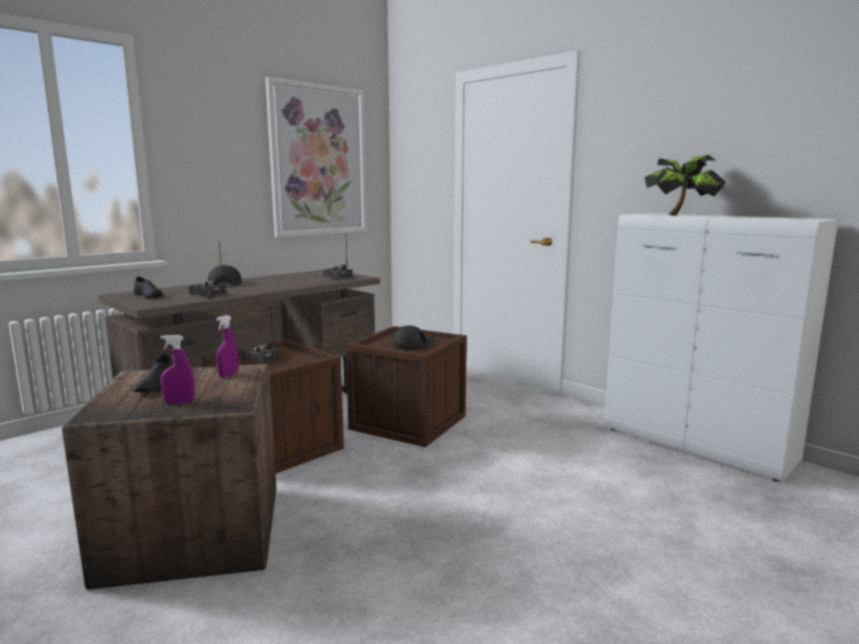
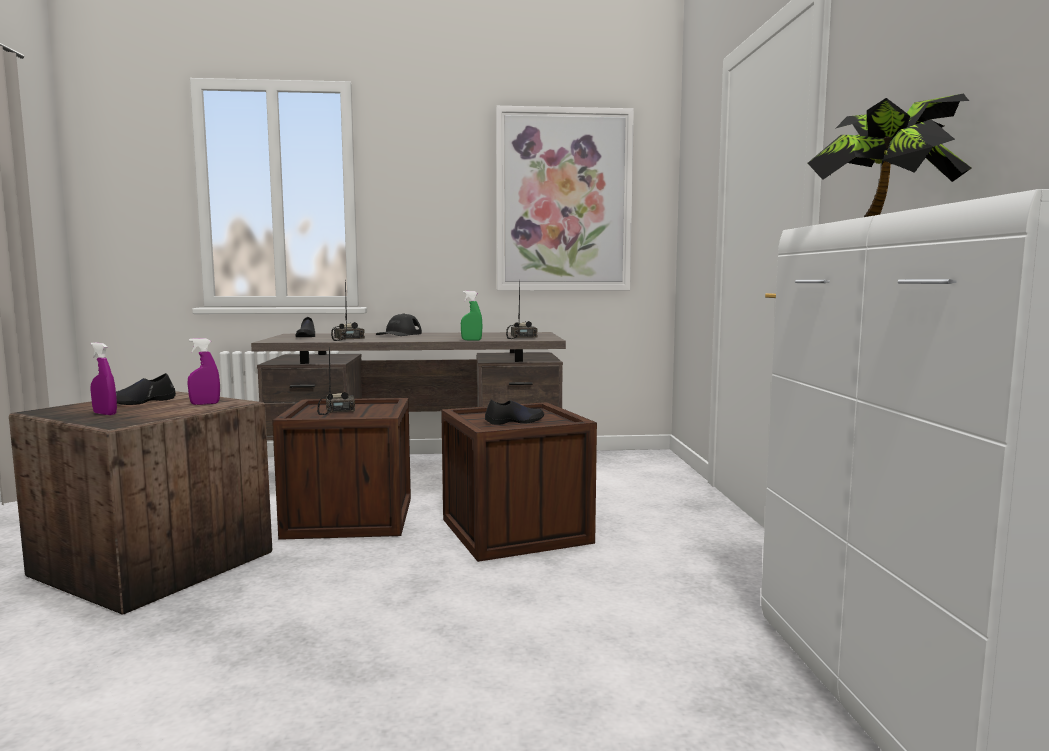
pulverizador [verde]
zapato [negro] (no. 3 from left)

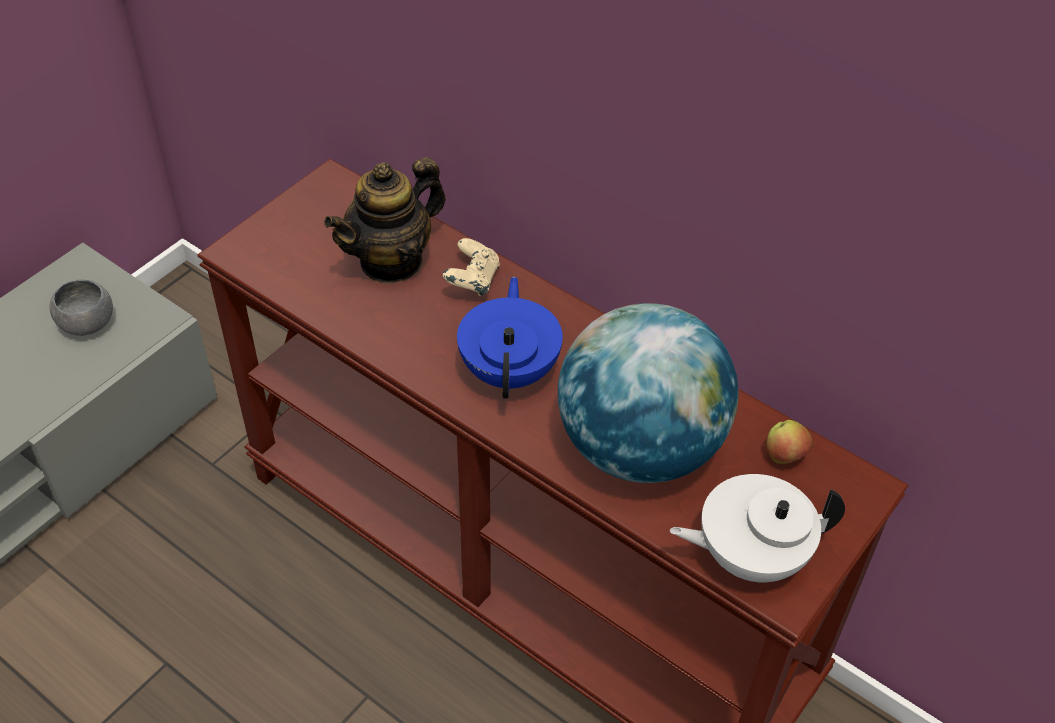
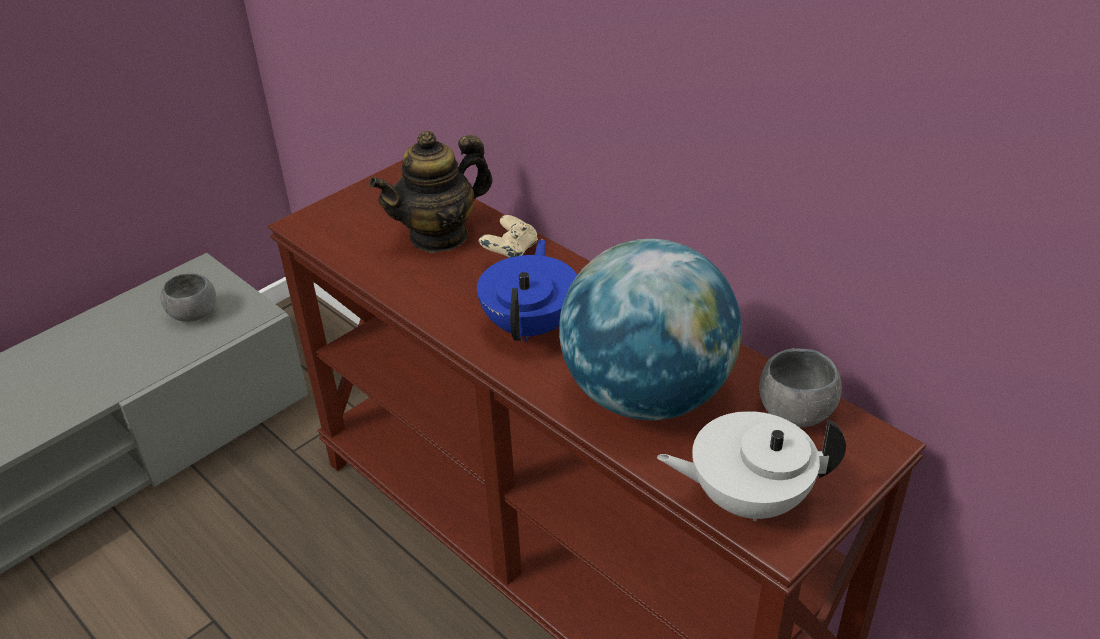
cuenco [gris] (no. 2 from left)

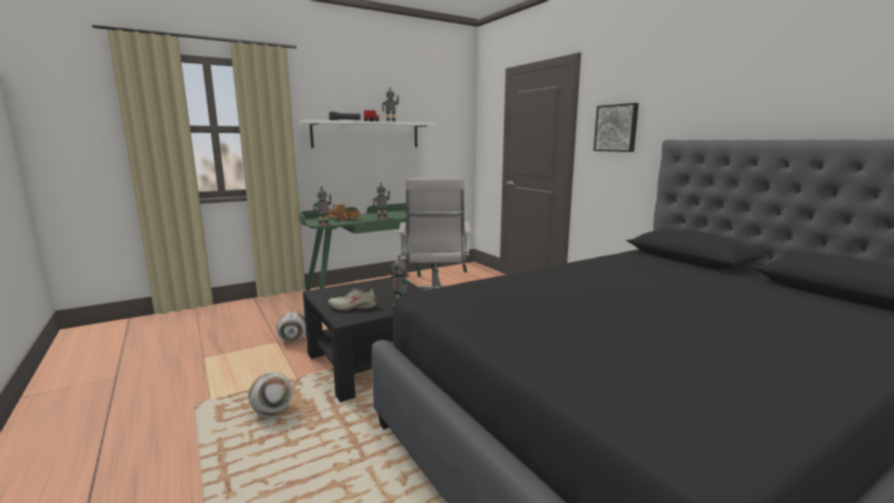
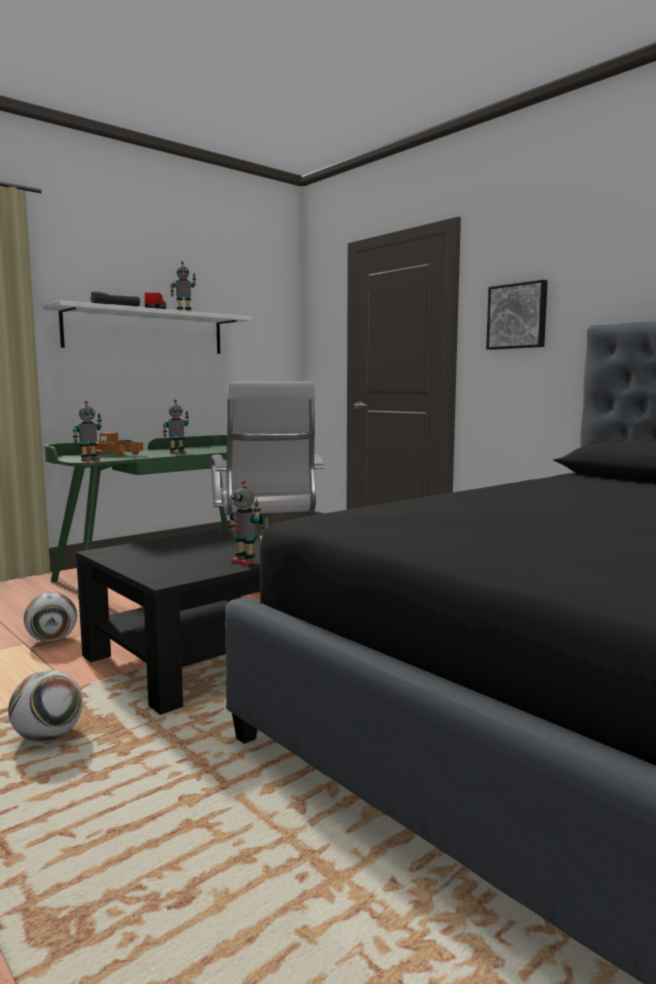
zapato [beis]

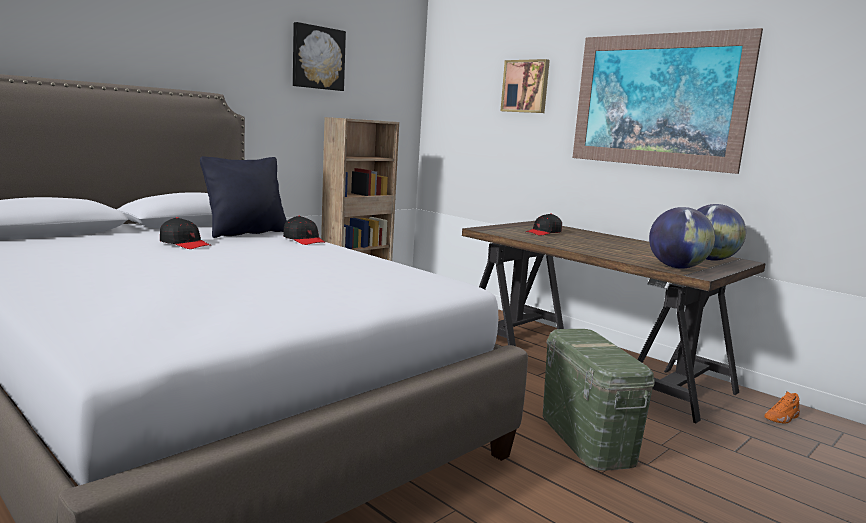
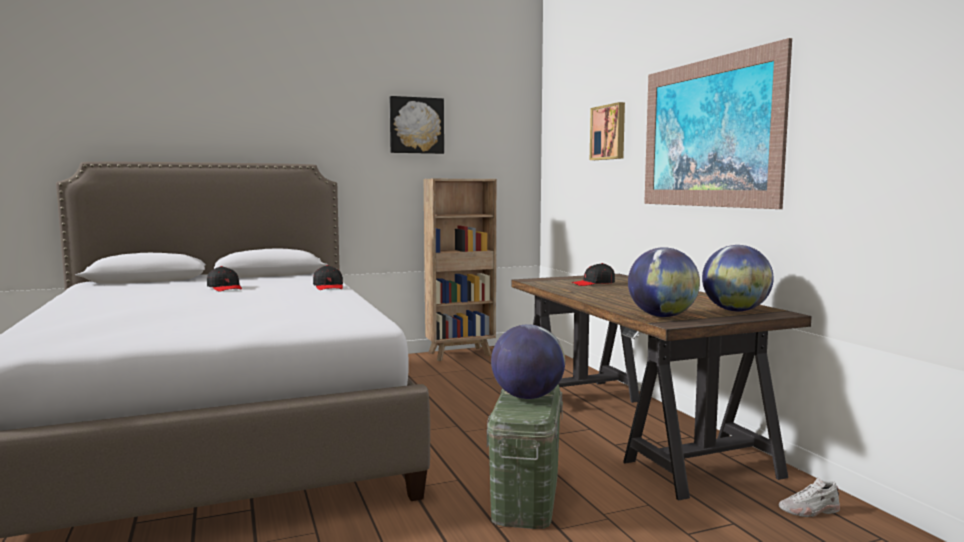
globo terráqueo (no. 1 from left)
zapato [blanco]
cojín [negro]

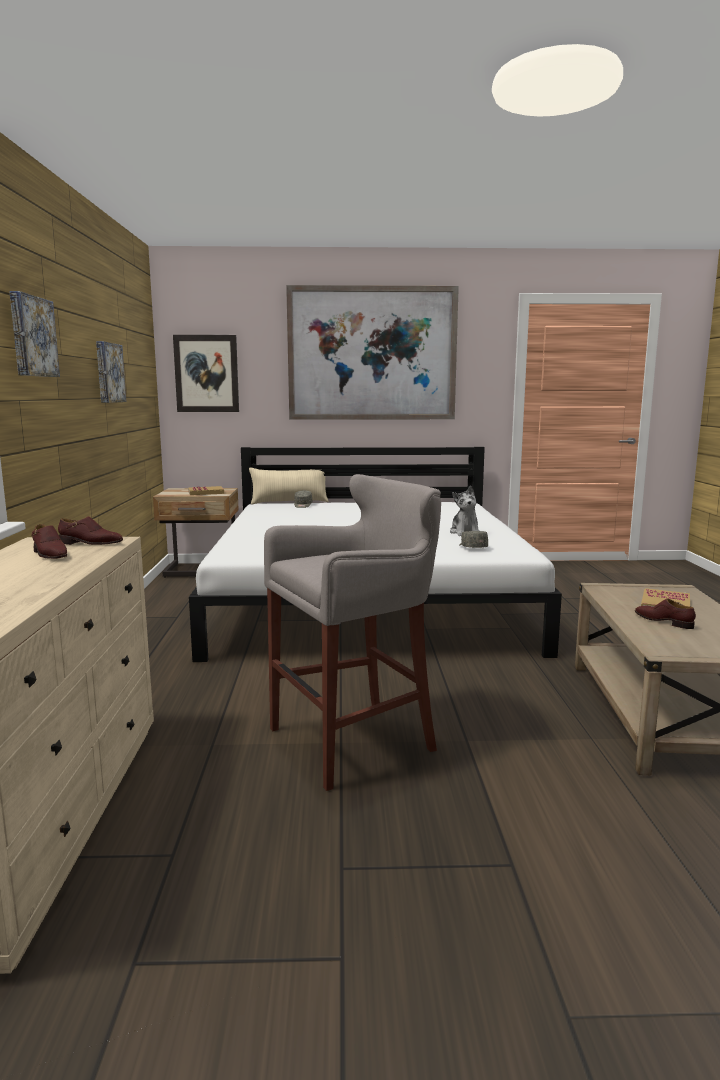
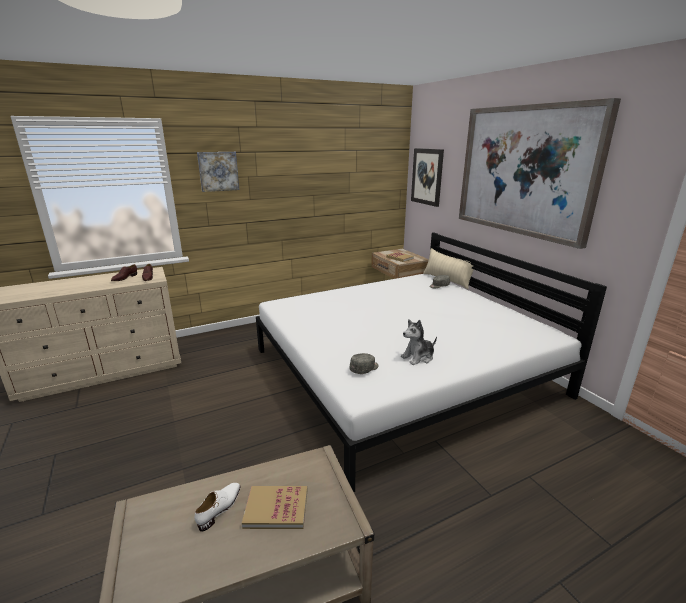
zapato [blanco]
cuadro (no. 2 from left in the first image)
taburete [gris]

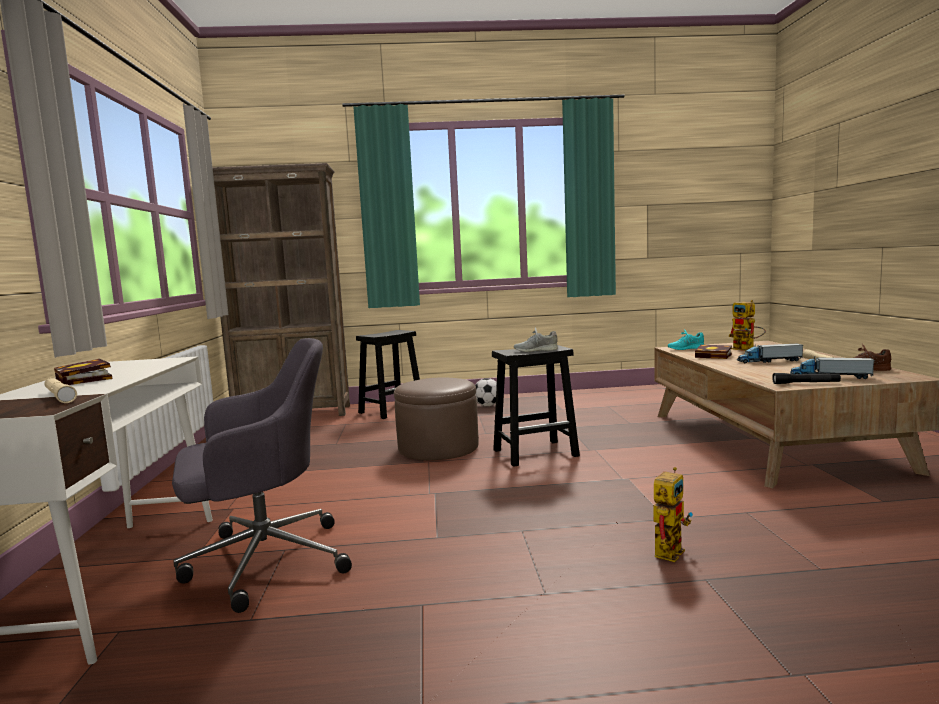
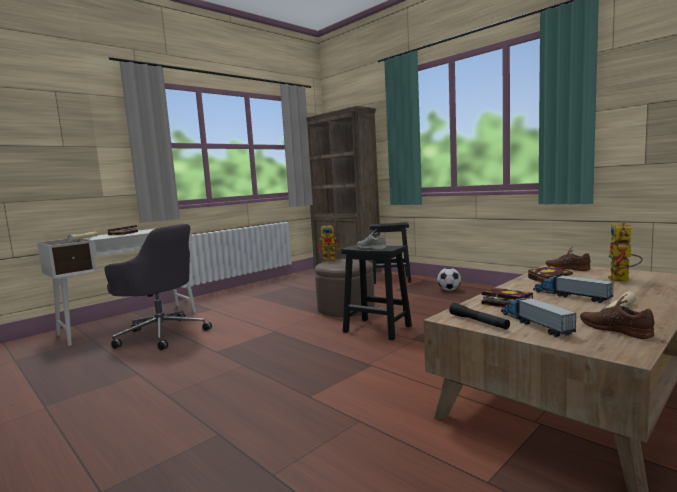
robot de juguete (no. 1 from left)
libro (no. 2 from left)
zapato [marrón] (no. 1 from left)

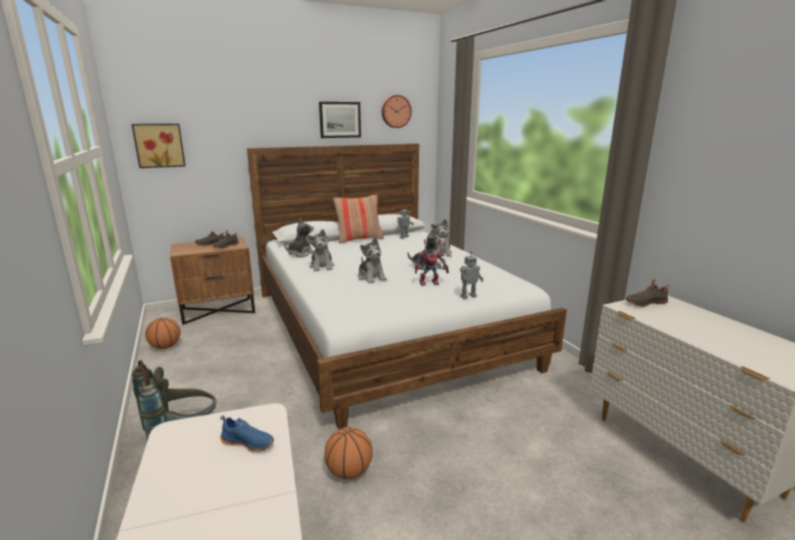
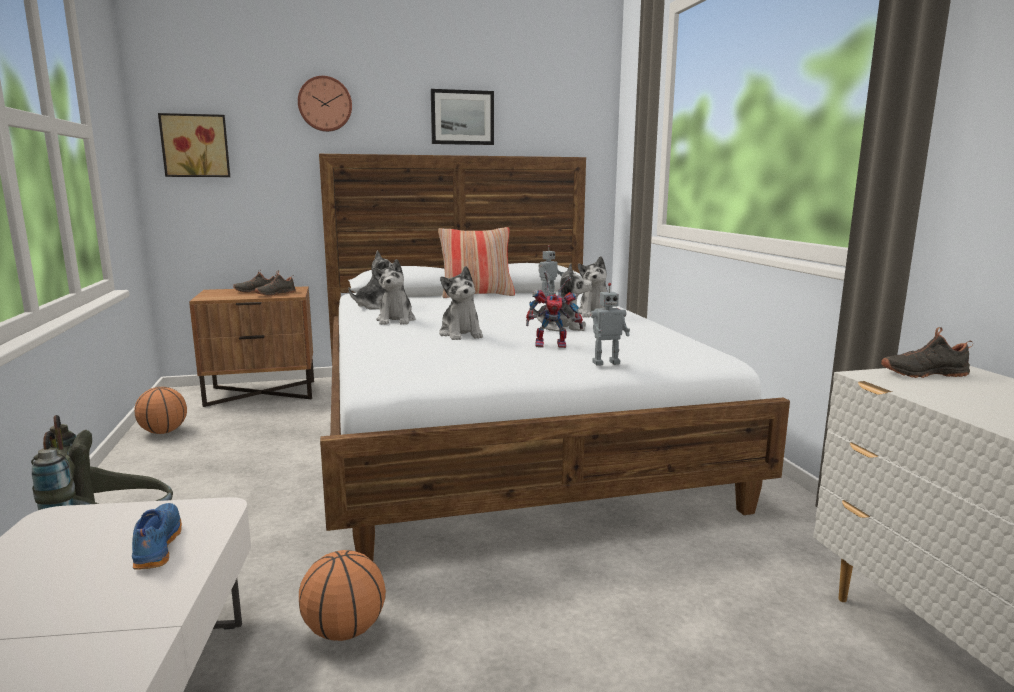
zapato [azul]
reloj de pared

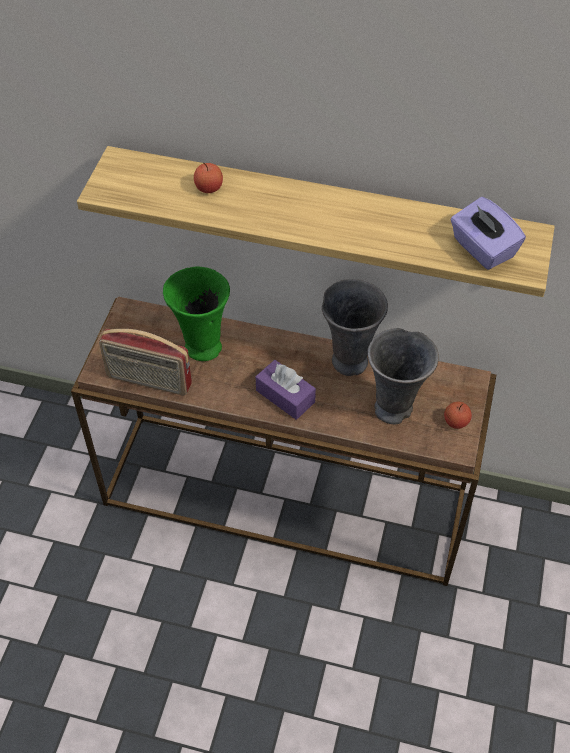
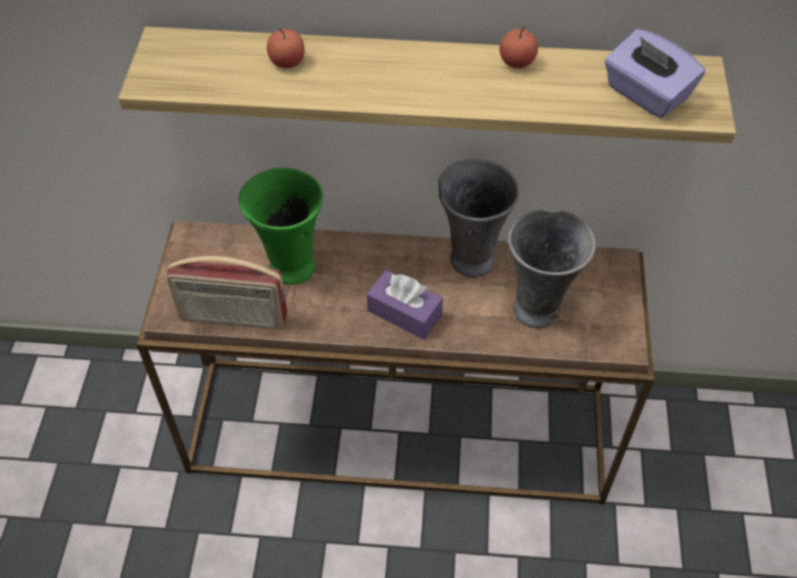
manzana (no. 2 from left)

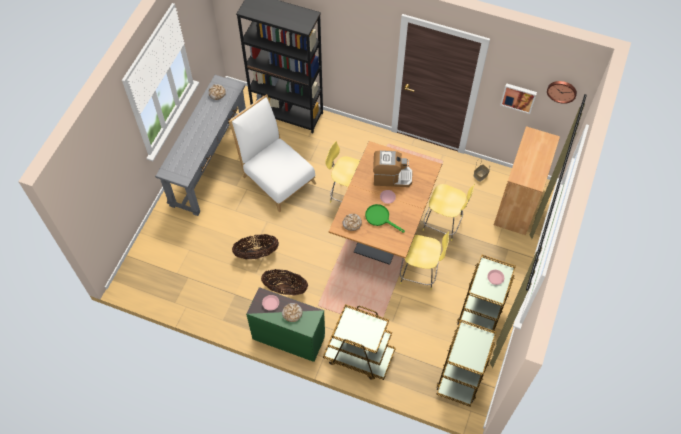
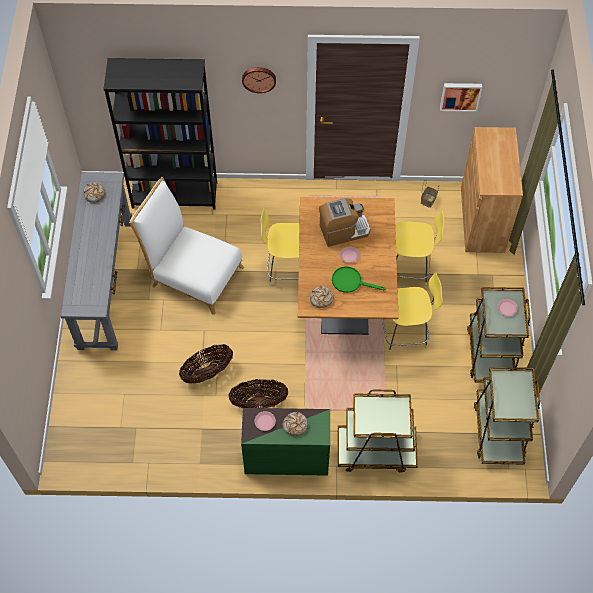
reloj de pared

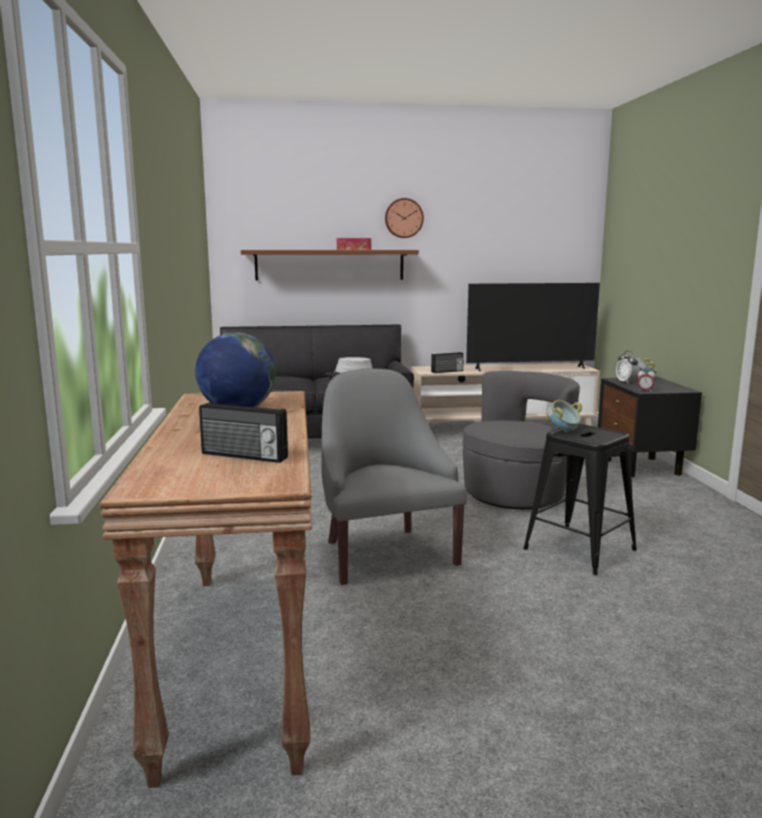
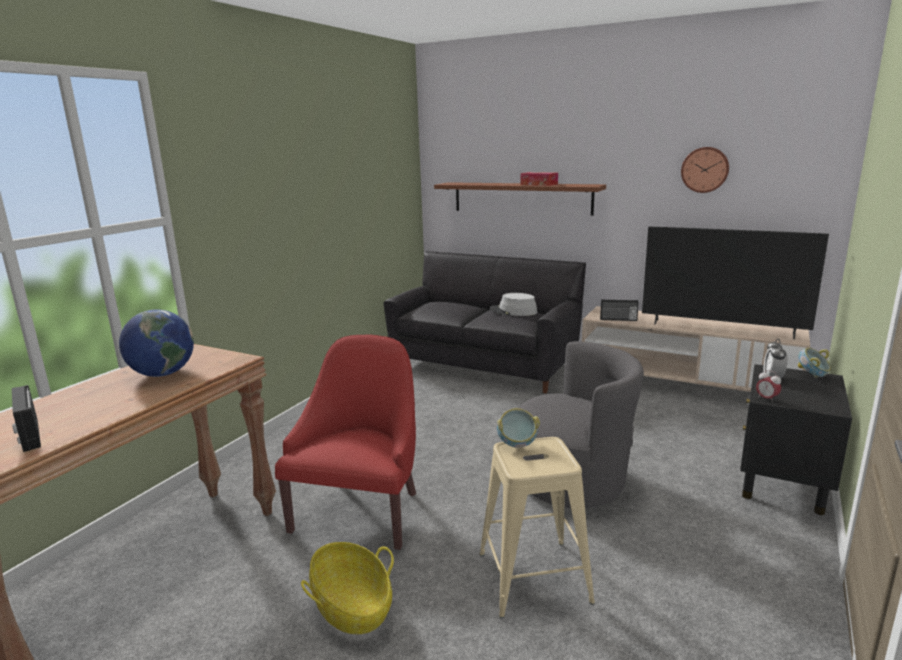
sillón [rojo]
cesta
taburete [beis]
reloj de pared

